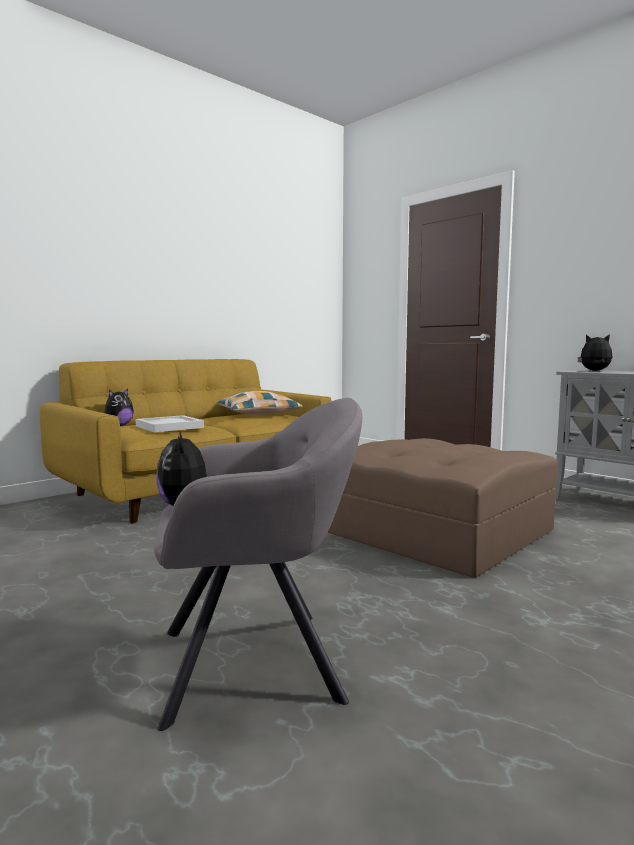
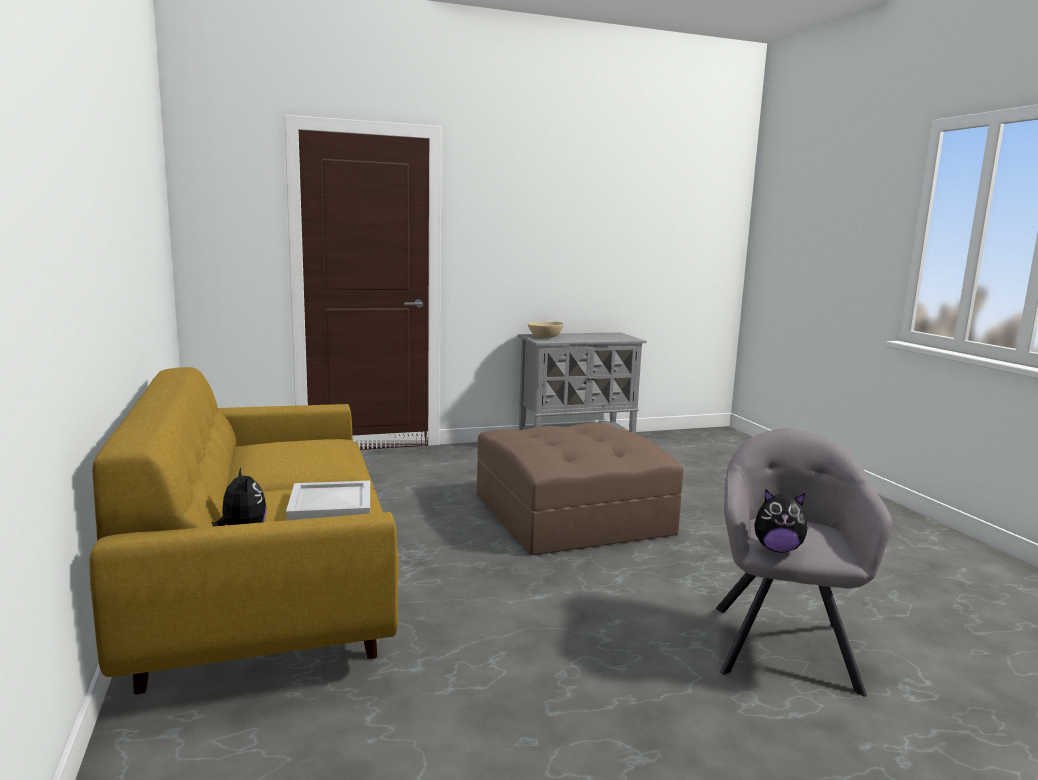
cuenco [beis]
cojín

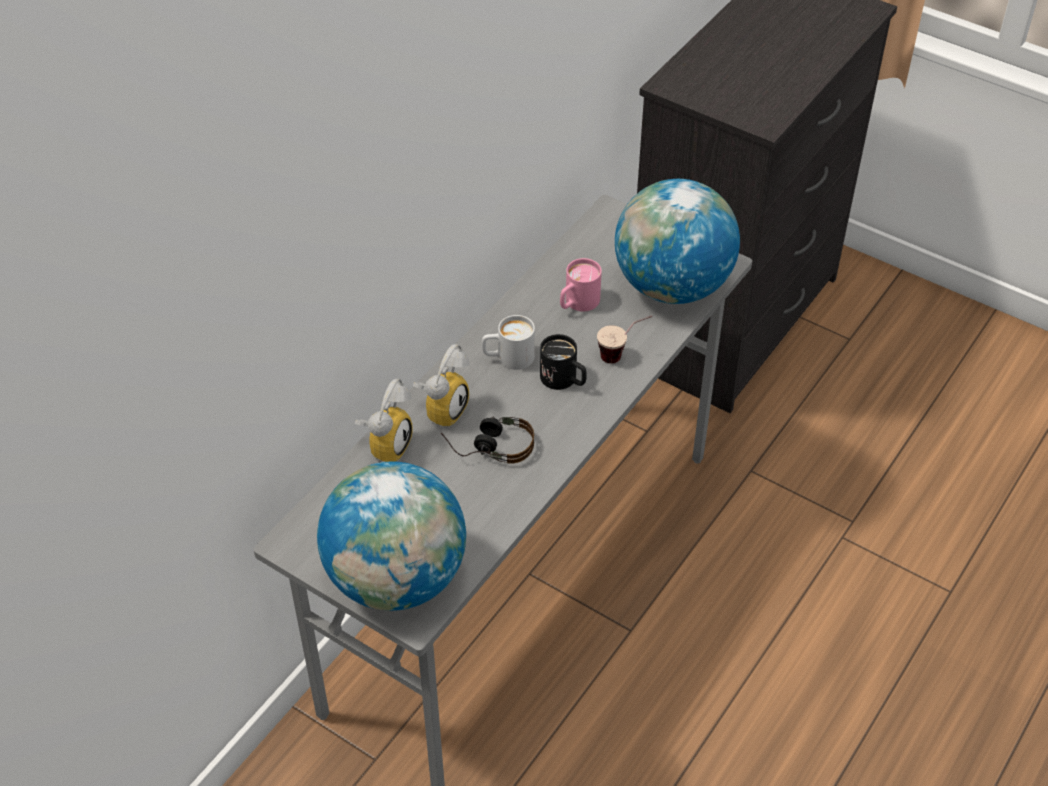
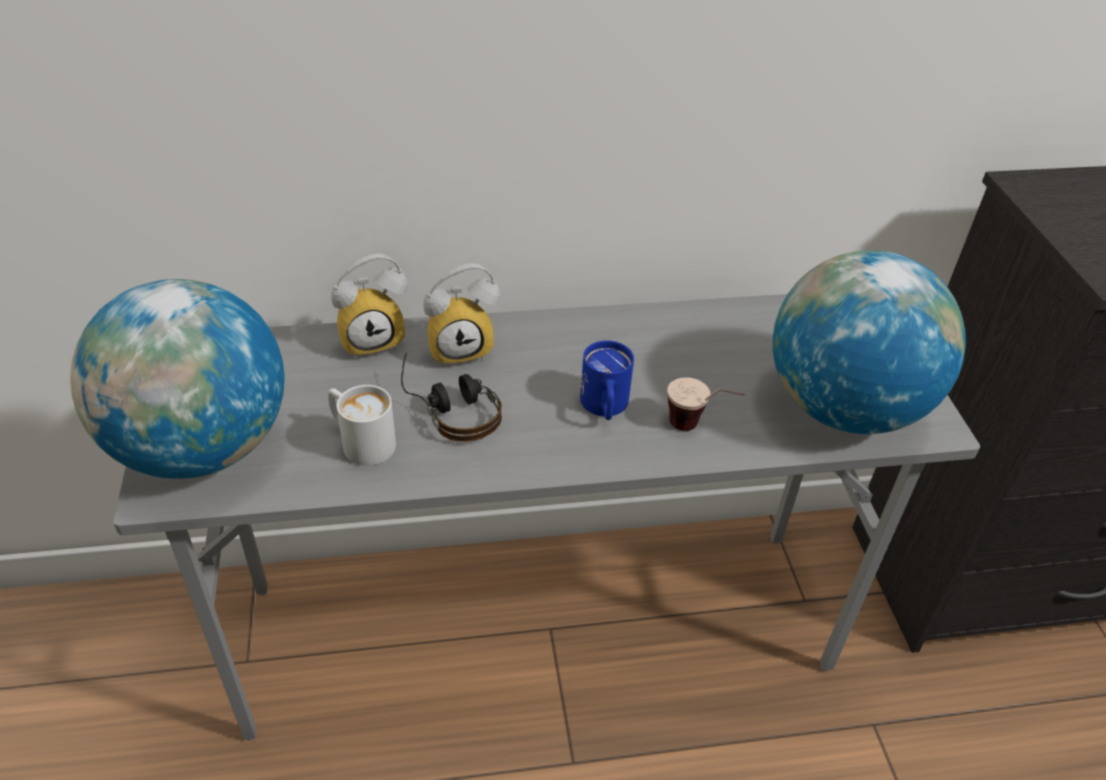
taza grande [blanco]
taza grande [azul]
taza grande [rosa]

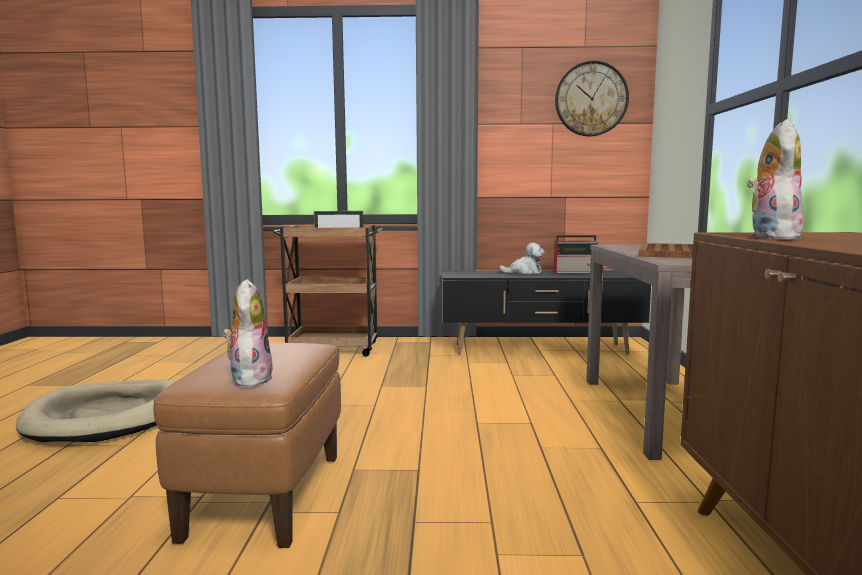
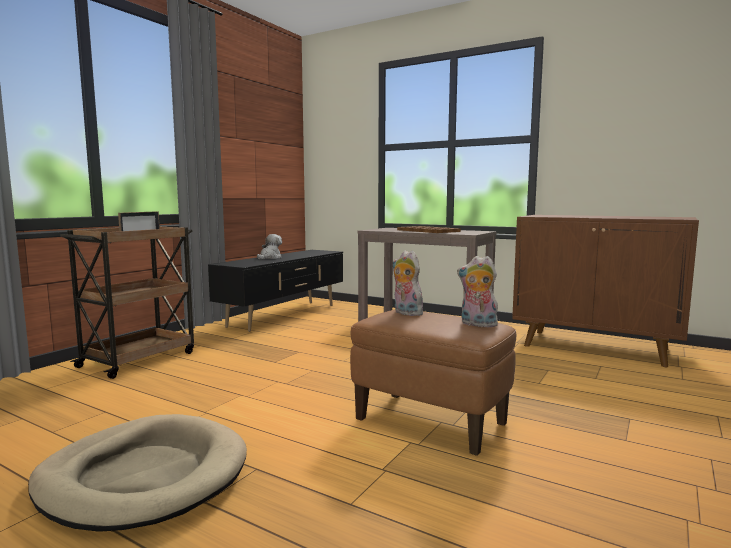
peluche (no. 2 from left)
radio
reloj de pared

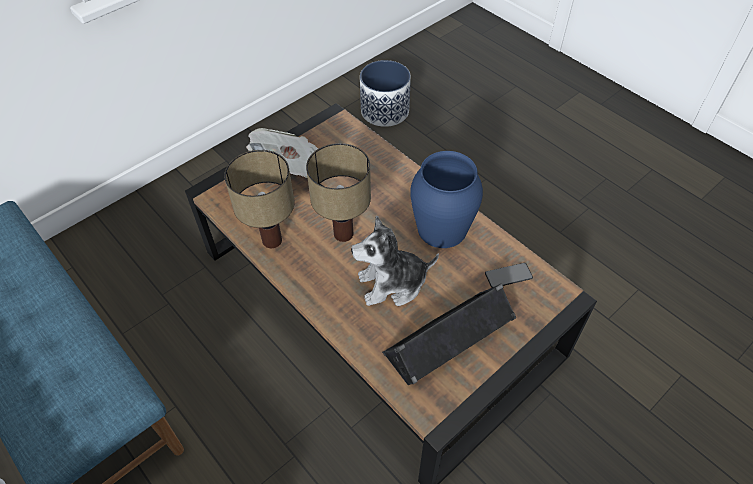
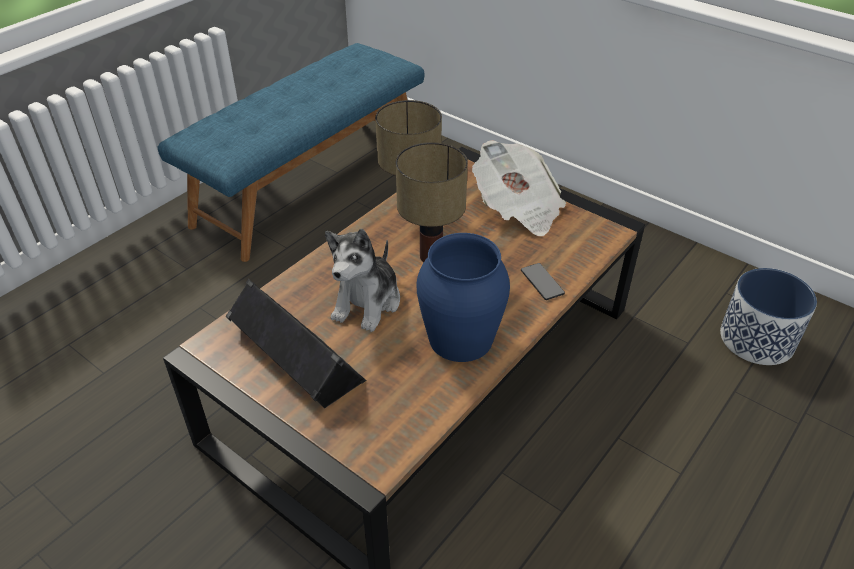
peluche
móvil

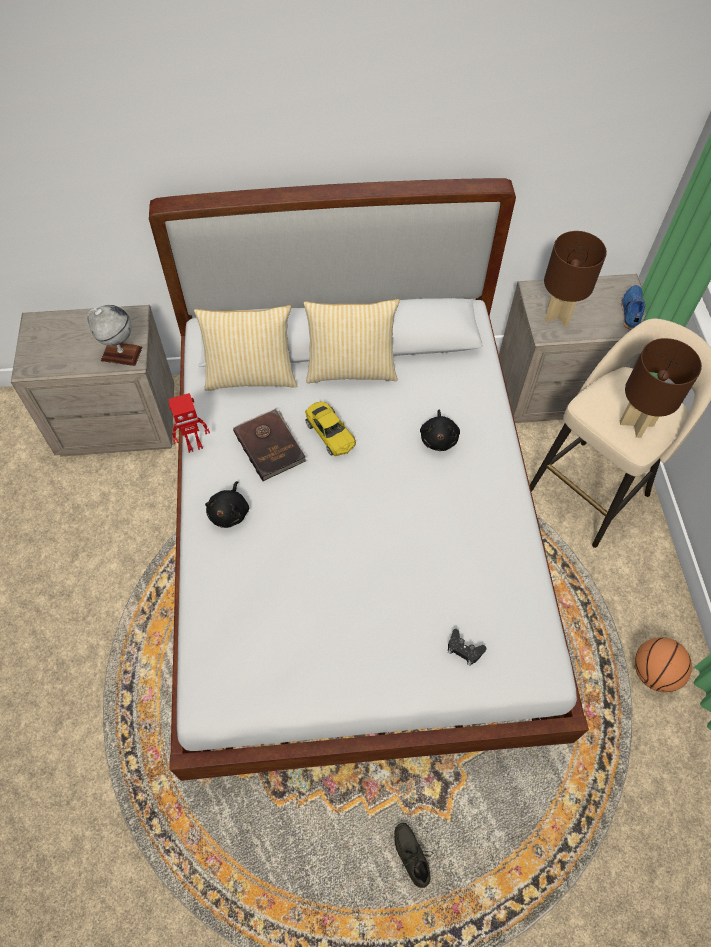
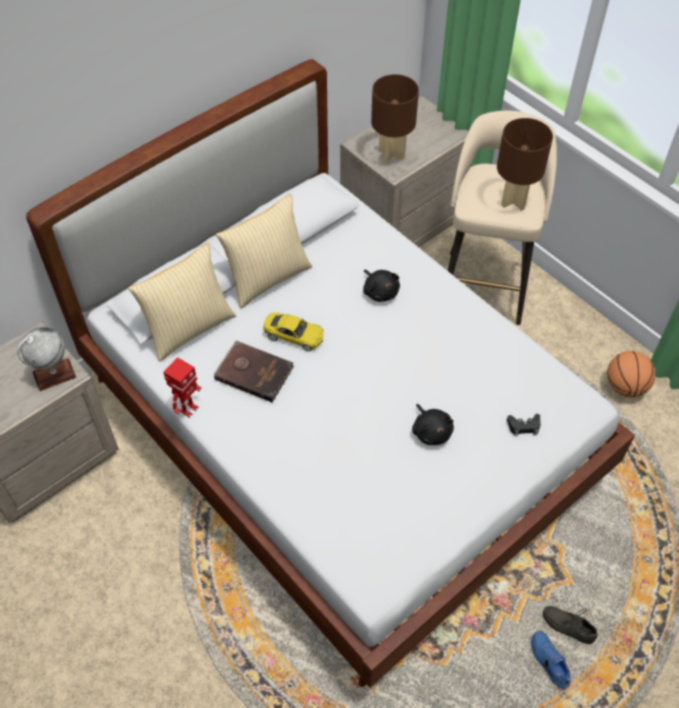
peluche [negro] (no. 2 from left)
zapato [azul]

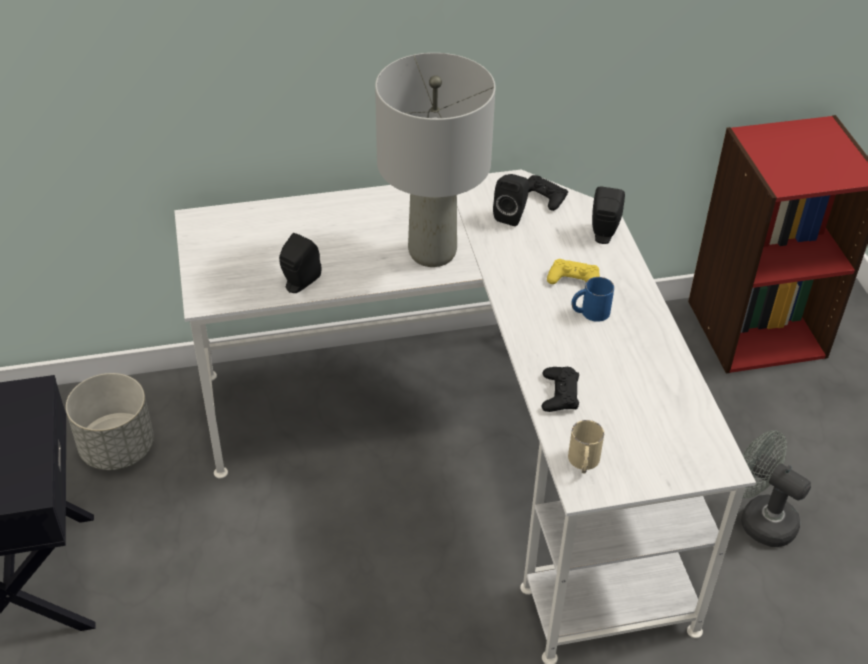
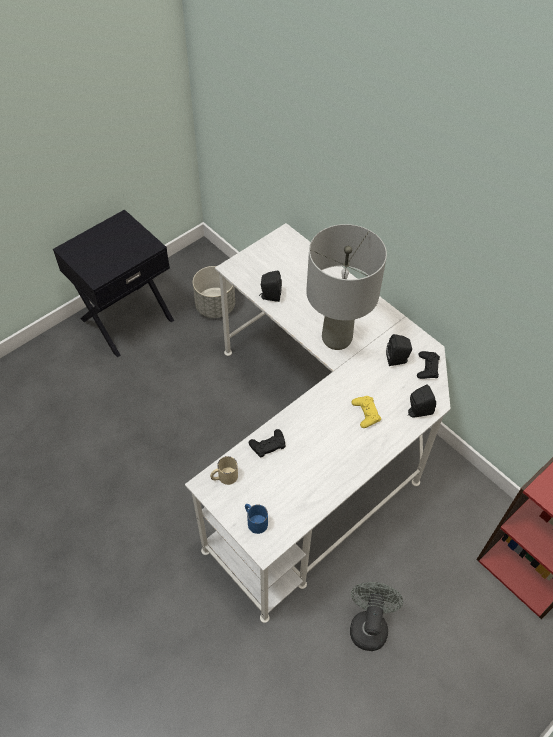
taza grande [azul]

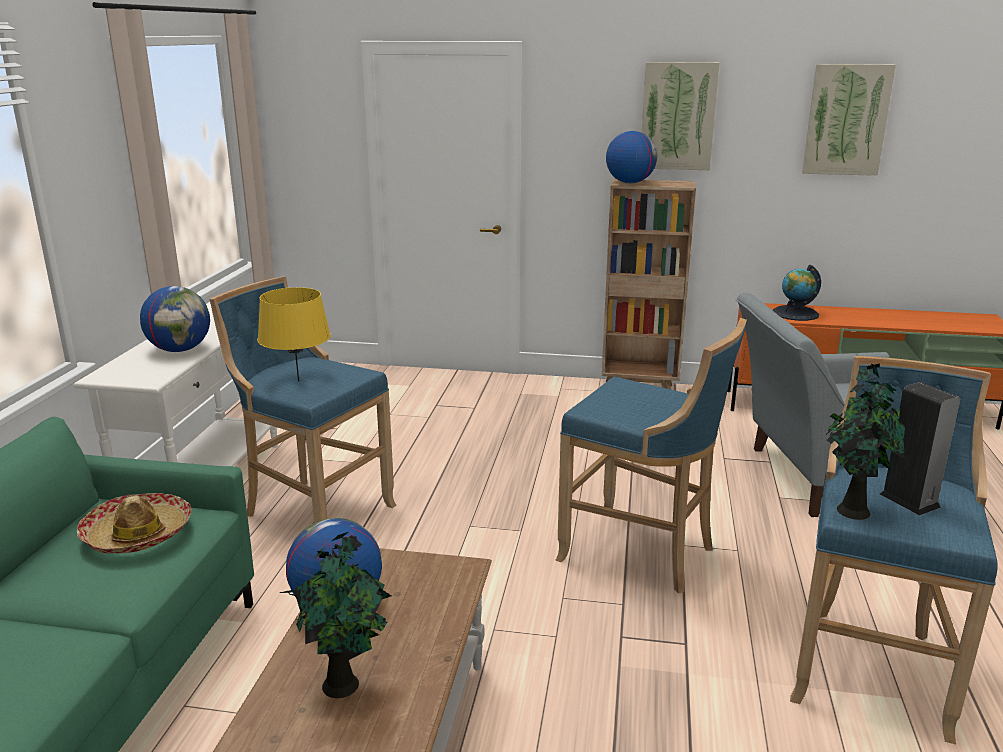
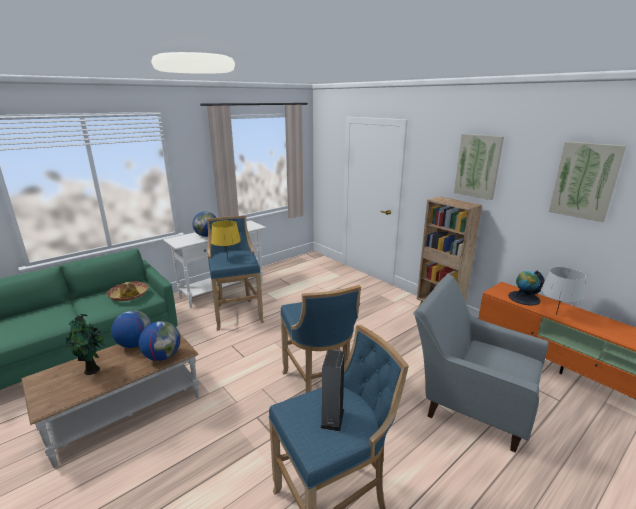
globo terráqueo (no. 2 from left)
lámpara de mesa [gris]
planta en maceta (no. 2 from left in the first image)

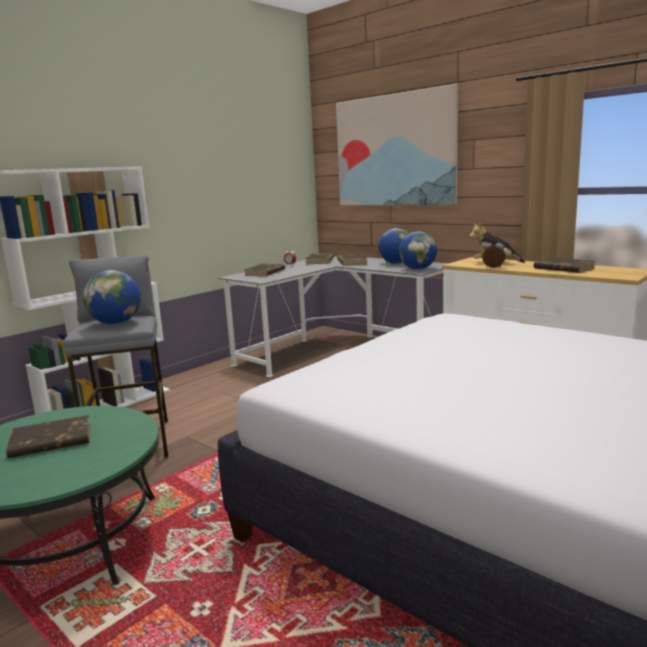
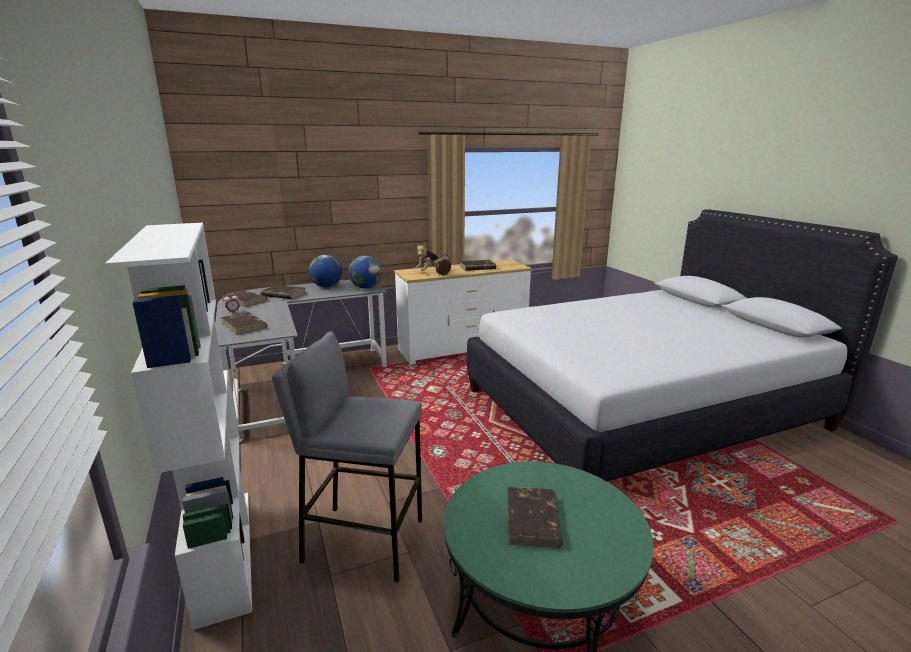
globo terráqueo (no. 1 from left in the first image)
cuadro

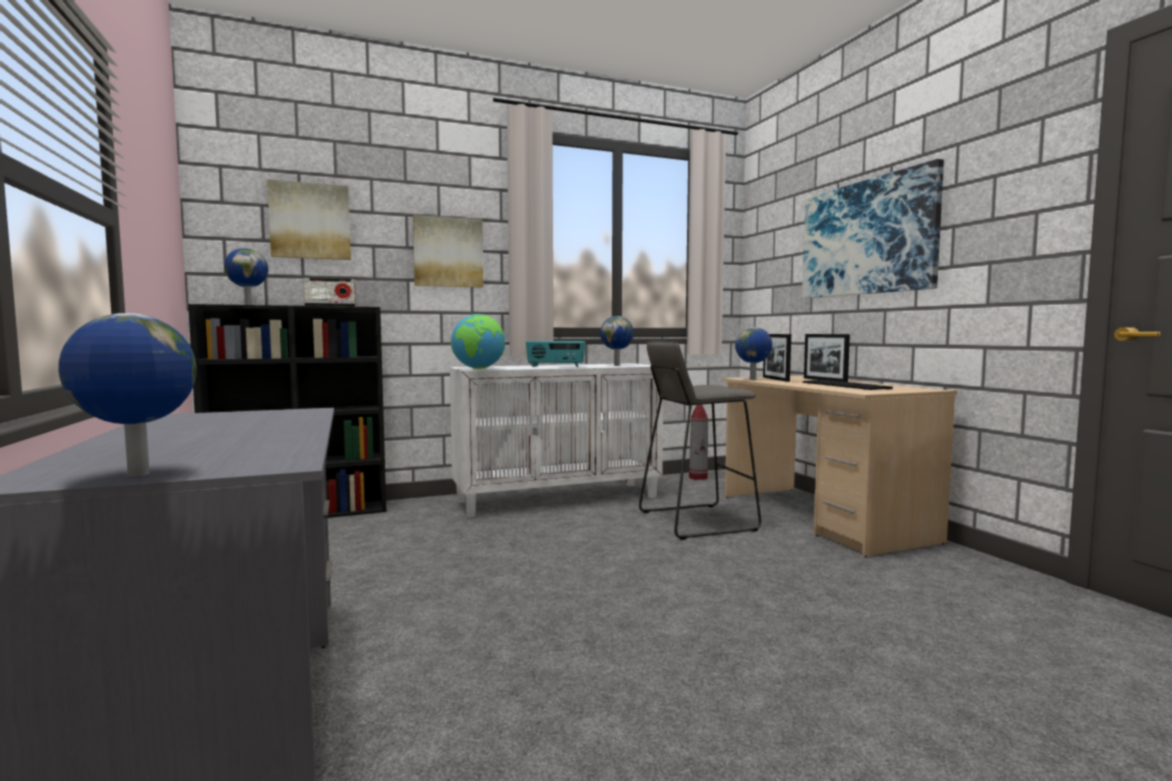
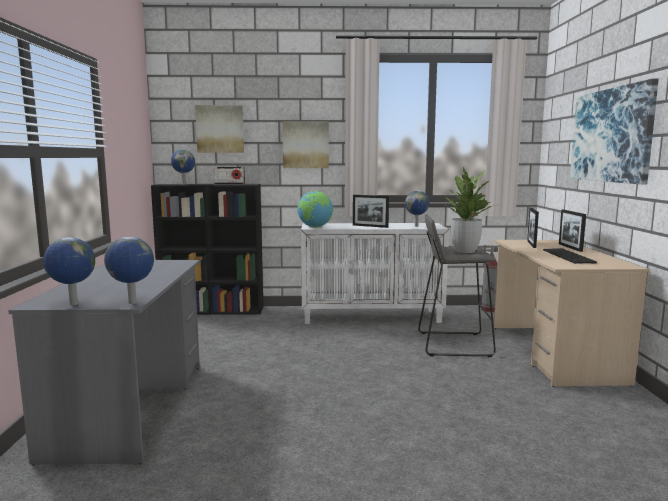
globo terráqueo (no. 2 from left)
portarretratos (no. 1 from left)
planta en maceta

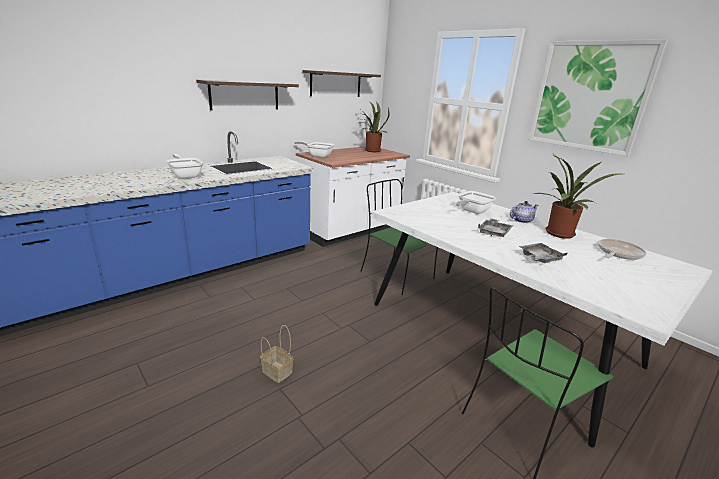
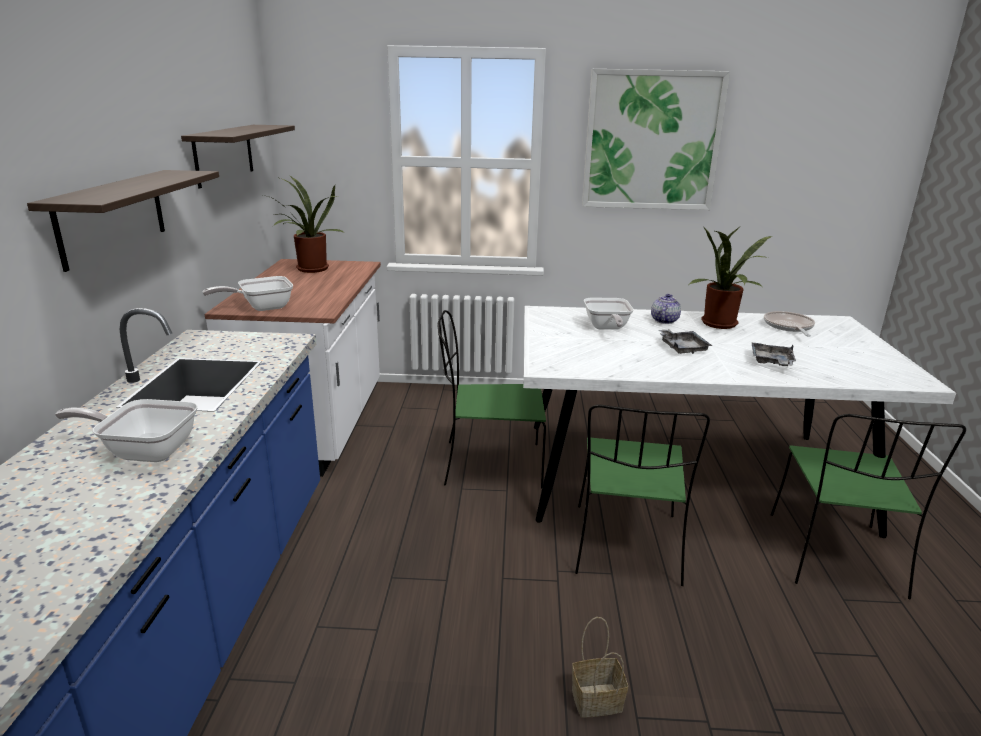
silla [verde] (no. 2 from left)

